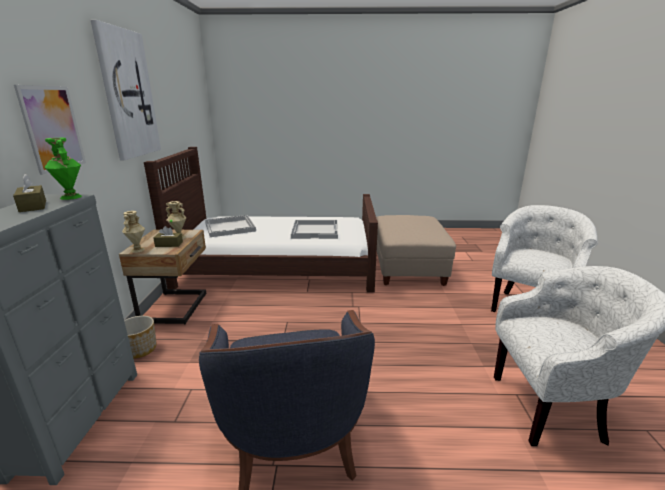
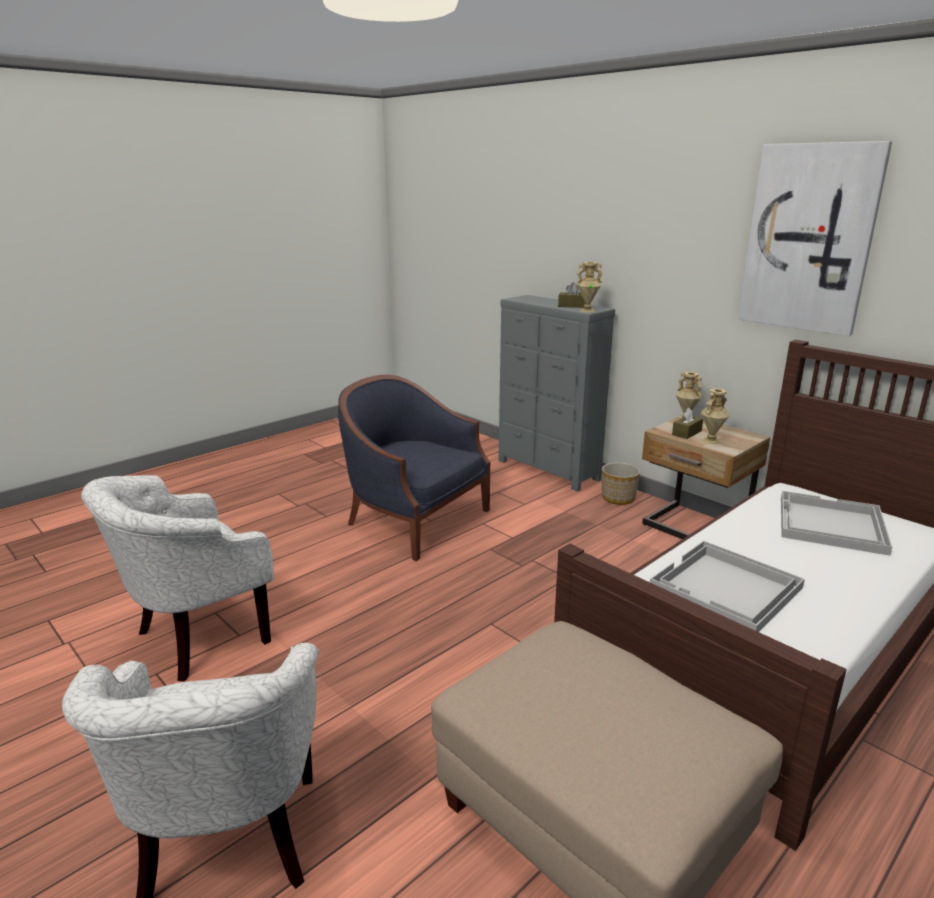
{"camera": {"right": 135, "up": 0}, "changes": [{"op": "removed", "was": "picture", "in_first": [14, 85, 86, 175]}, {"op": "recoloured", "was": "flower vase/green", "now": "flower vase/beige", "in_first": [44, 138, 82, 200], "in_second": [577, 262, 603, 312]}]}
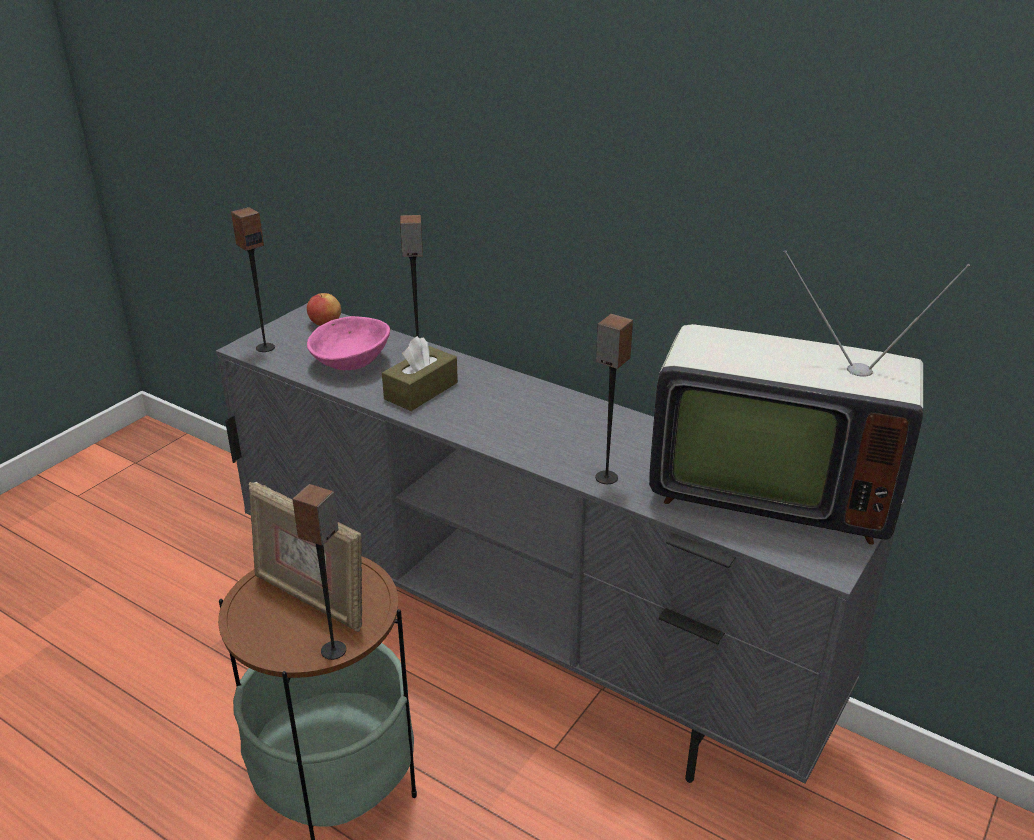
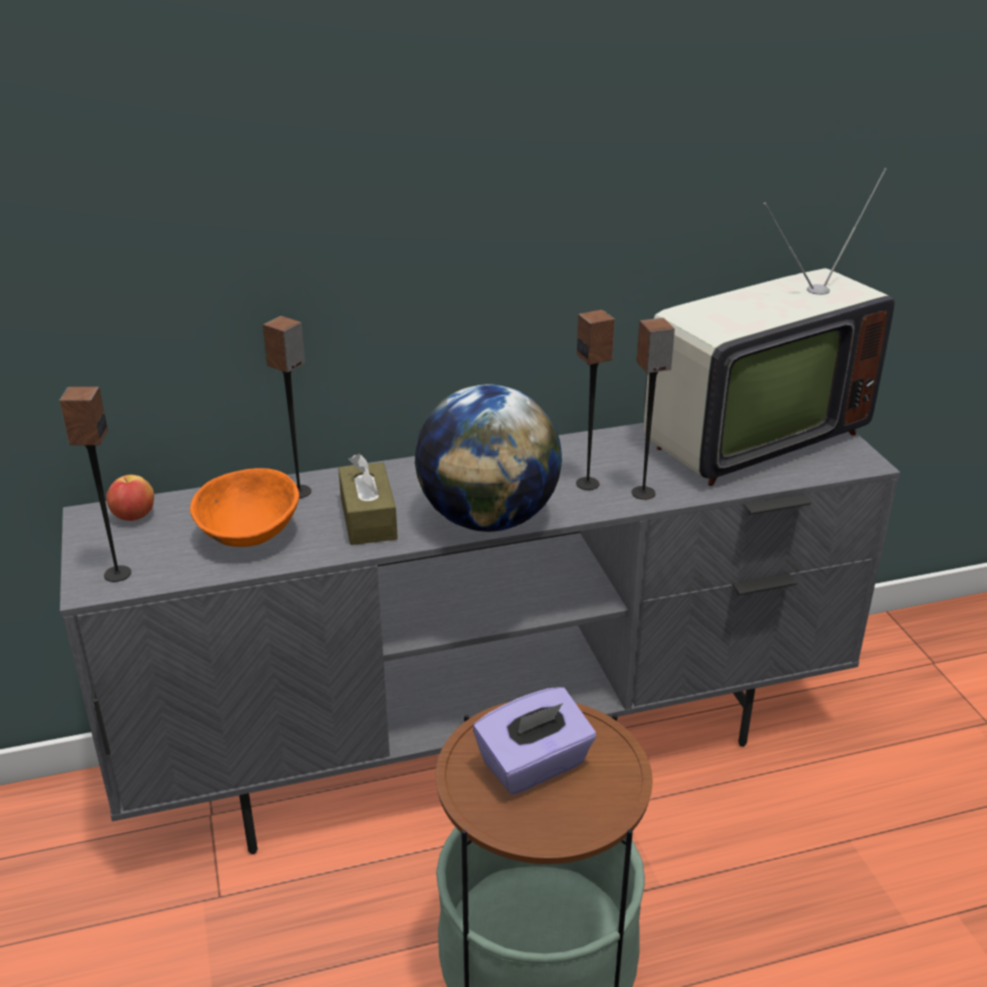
{"camera": {"right": -50, "up": 0}, "changes": [{"op": "recoloured", "was": "bowl/pink", "now": "bowl/orange", "in_first": [307, 316, 390, 370], "in_second": [190, 468, 299, 547]}, {"op": "replaced", "was": "photo frame", "now": "tissue box/purple-coloured", "in_first": [249, 482, 362, 632], "in_second": [473, 687, 596, 795]}, {"op": "moved", "was": "loudspeaker", "in_first": [292, 484, 346, 660], "in_second": [576, 310, 615, 490]}, {"op": "added", "now": "globe", "in_second": [415, 384, 562, 532]}]}
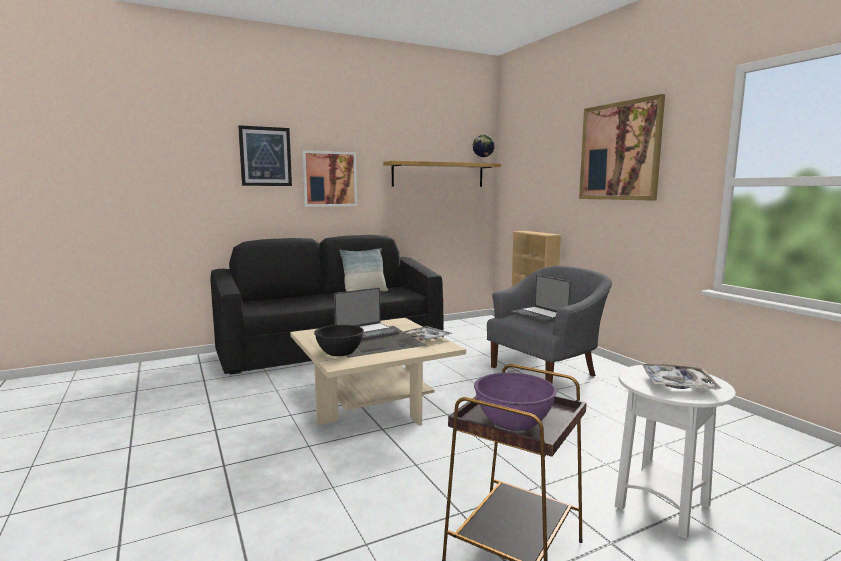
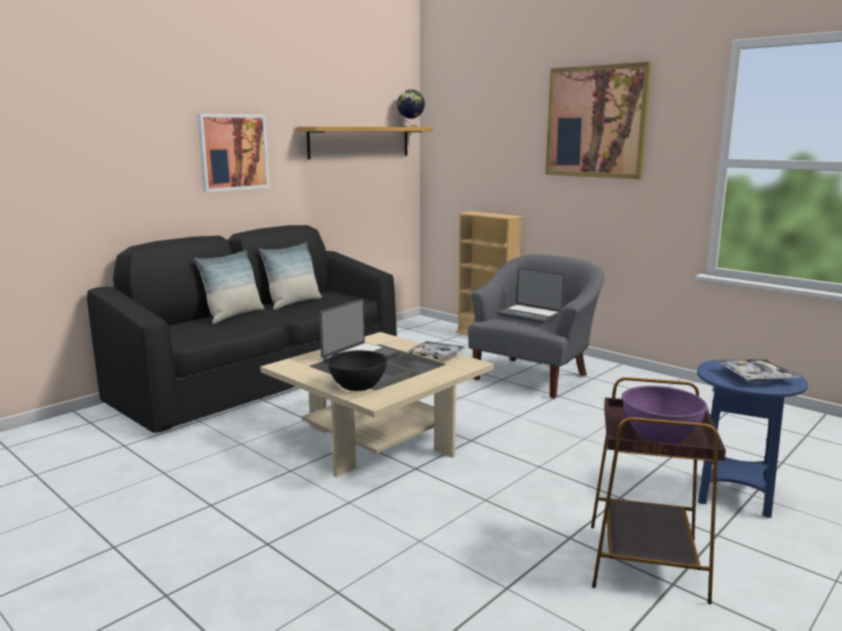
{"camera": {"right": -20, "up": 5}, "changes": [{"op": "removed", "was": "picture", "in_first": [238, 125, 292, 186]}, {"op": "recoloured", "was": "side table/whitish", "now": "side table/bluish", "in_first": [615, 365, 736, 539], "in_second": [697, 359, 808, 518]}, {"op": "added", "now": "throw pillow", "in_second": [195, 250, 264, 324]}]}
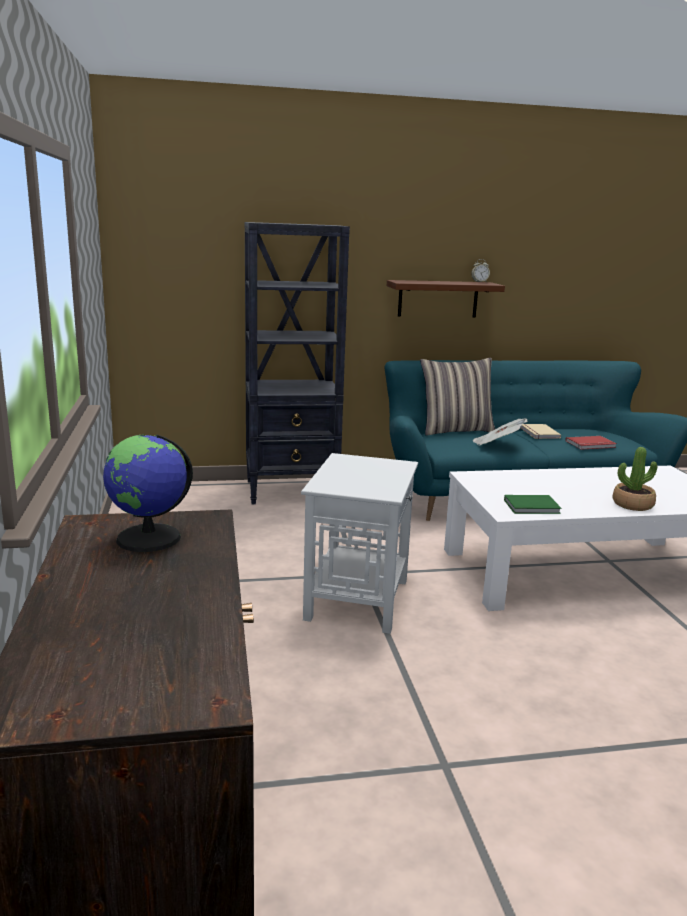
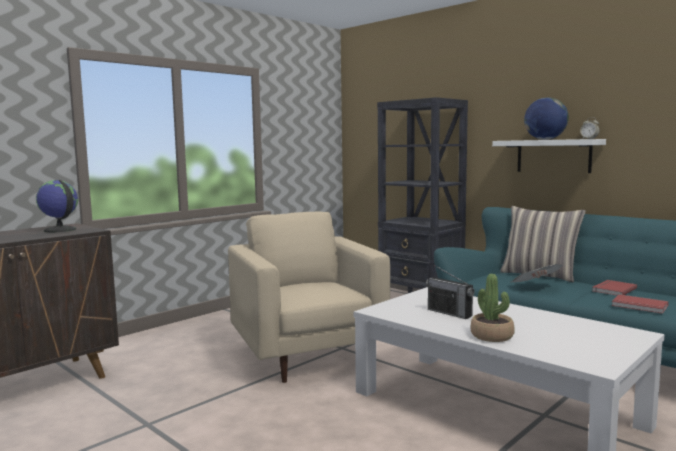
{"camera": {"right": 55, "up": -10}, "changes": [{"op": "recoloured", "was": "wall shelf/brown-coloured", "now": "wall shelf/whitish", "in_first": [387, 280, 505, 318], "in_second": [492, 139, 606, 173]}, {"op": "recoloured", "was": "volume/beige", "now": "volume/red", "in_first": [521, 424, 561, 439], "in_second": [592, 280, 637, 296]}, {"op": "replaced", "was": "side table/whitish", "now": "armchair/beige", "in_first": [301, 453, 418, 634], "in_second": [228, 212, 390, 383]}, {"op": "removed", "was": "volume/green", "in_first": [504, 495, 561, 514]}, {"op": "added", "now": "globe", "in_second": [524, 97, 569, 140]}, {"op": "added", "now": "radio", "in_second": [426, 265, 475, 319]}]}
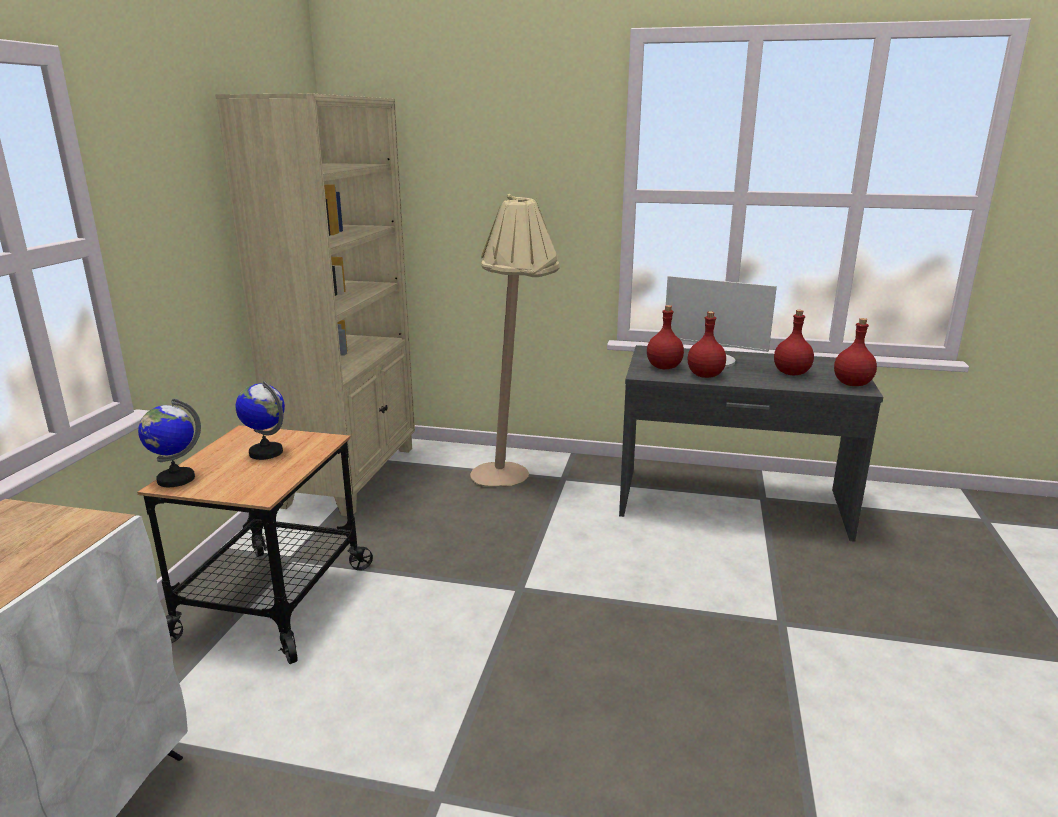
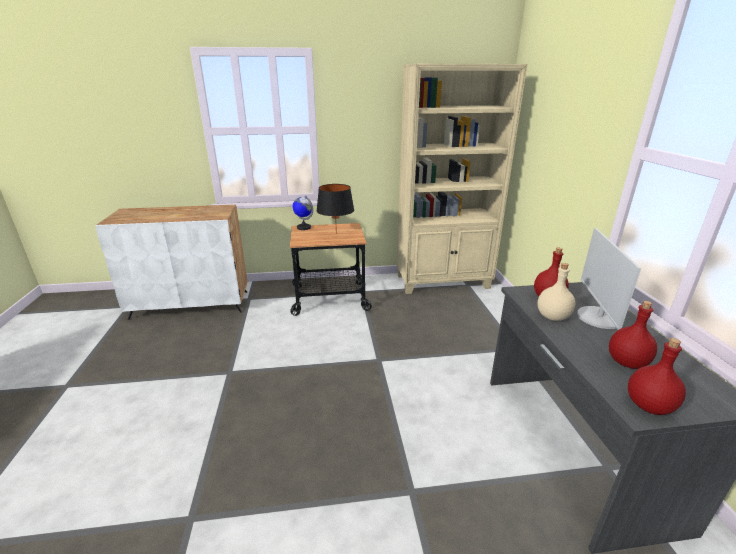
{"camera": {"right": 70, "up": 5}, "changes": [{"op": "removed", "was": "standard lamp/beige", "in_first": [470, 194, 560, 487]}, {"op": "recoloured", "was": "beverage bottle/red", "now": "beverage bottle/beige", "in_first": [688, 311, 726, 378], "in_second": [537, 263, 575, 321]}, {"op": "replaced", "was": "globe", "now": "tabletop lamp/black-coloured", "in_first": [235, 381, 285, 460], "in_second": [316, 184, 354, 234]}]}
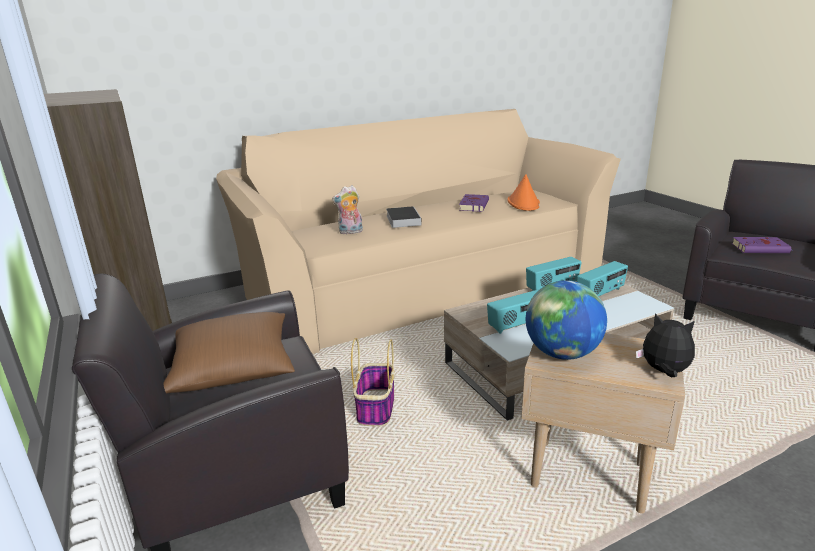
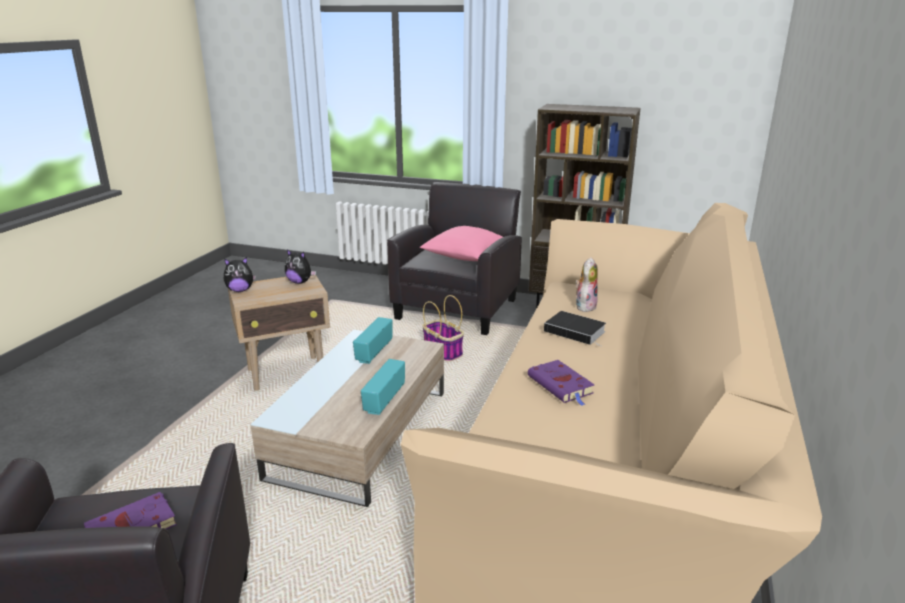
{"camera": {"right": 135, "up": 0}, "changes": [{"op": "removed", "was": "clothing hat/orange", "in_first": [507, 174, 540, 211]}, {"op": "removed", "was": "radio", "in_first": [577, 261, 628, 296]}, {"op": "replaced", "was": "globe", "now": "soft toy", "in_first": [526, 280, 607, 360], "in_second": [285, 249, 316, 284]}, {"op": "recoloured", "was": "throw pillow/brown-coloured", "now": "throw pillow/pink", "in_first": [164, 312, 295, 394], "in_second": [420, 226, 503, 261]}]}
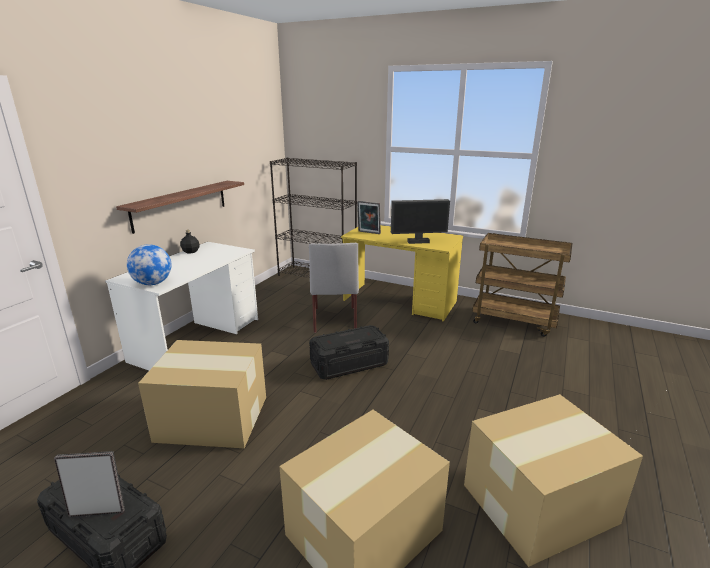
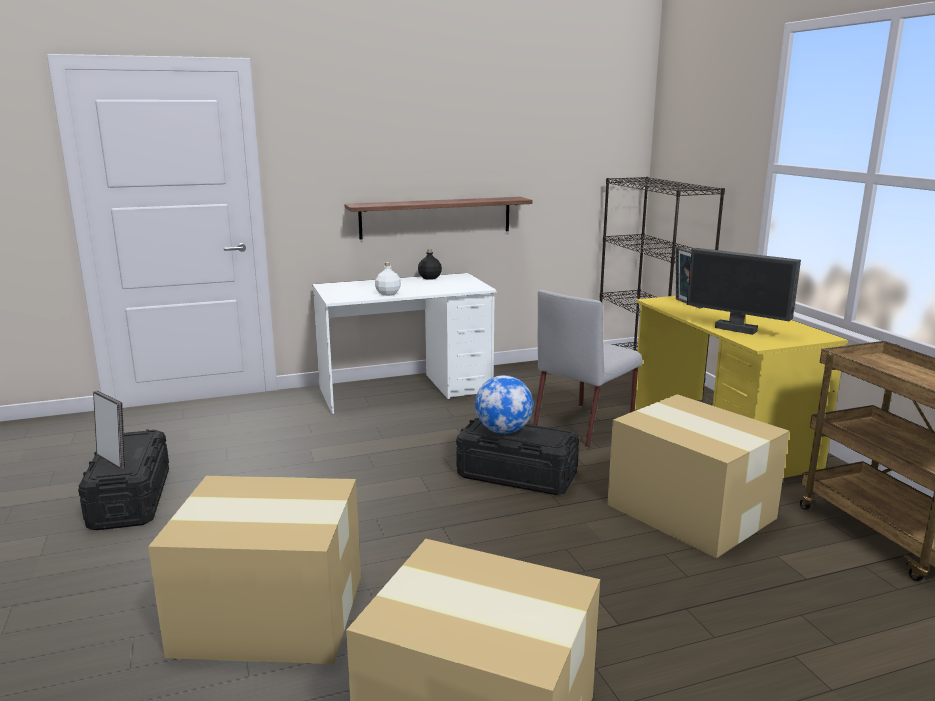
{"camera": {"right": 45, "up": -5}, "changes": [{"op": "moved", "was": "globe", "in_first": [127, 244, 172, 285], "in_second": [475, 375, 533, 434]}, {"op": "moved", "was": "carton", "in_first": [138, 340, 266, 448], "in_second": [607, 394, 790, 558]}, {"op": "added", "now": "beverage bottle/whitish", "in_second": [375, 262, 401, 296]}]}
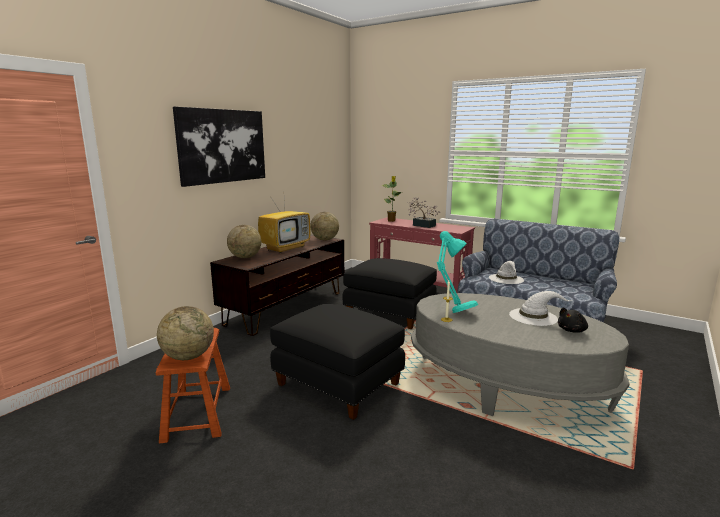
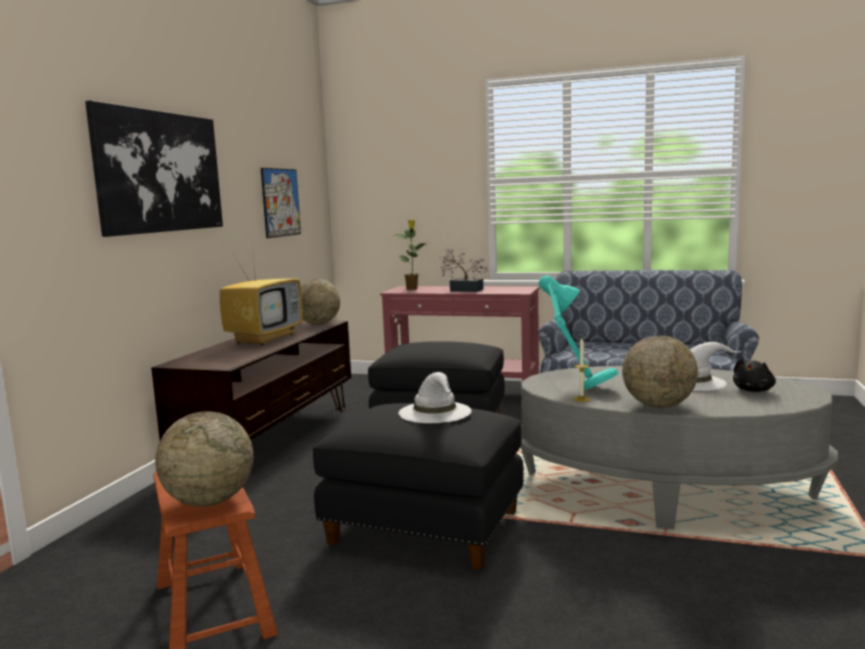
{"camera": {"right": -15, "up": -5}, "changes": [{"op": "moved", "was": "globe", "in_first": [227, 225, 261, 258], "in_second": [622, 336, 698, 408]}, {"op": "moved", "was": "clothing hat/whitish", "in_first": [489, 261, 524, 284], "in_second": [398, 372, 472, 423]}, {"op": "added", "now": "picture", "in_second": [261, 168, 301, 238]}]}
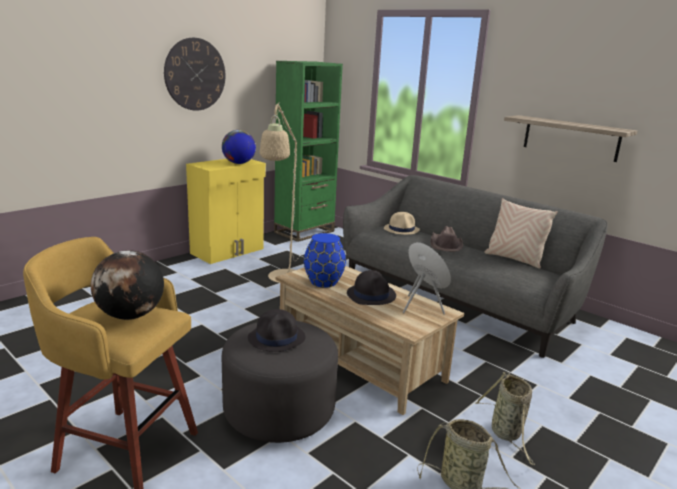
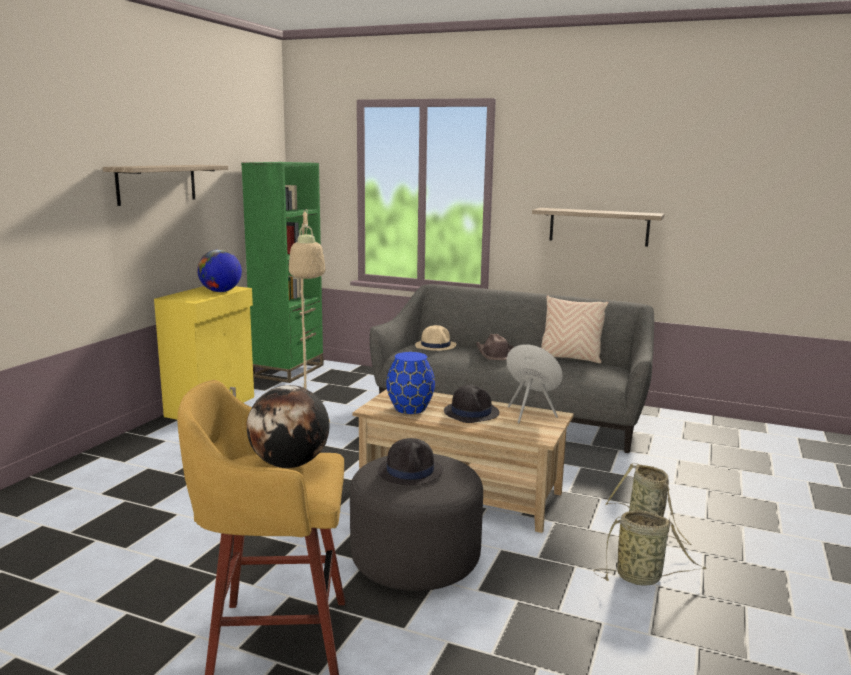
{"camera": {"right": -20, "up": -5}, "changes": [{"op": "replaced", "was": "clock on the wall", "now": "wall shelf", "in_first": [164, 38, 225, 111], "in_second": [103, 165, 228, 206]}]}
